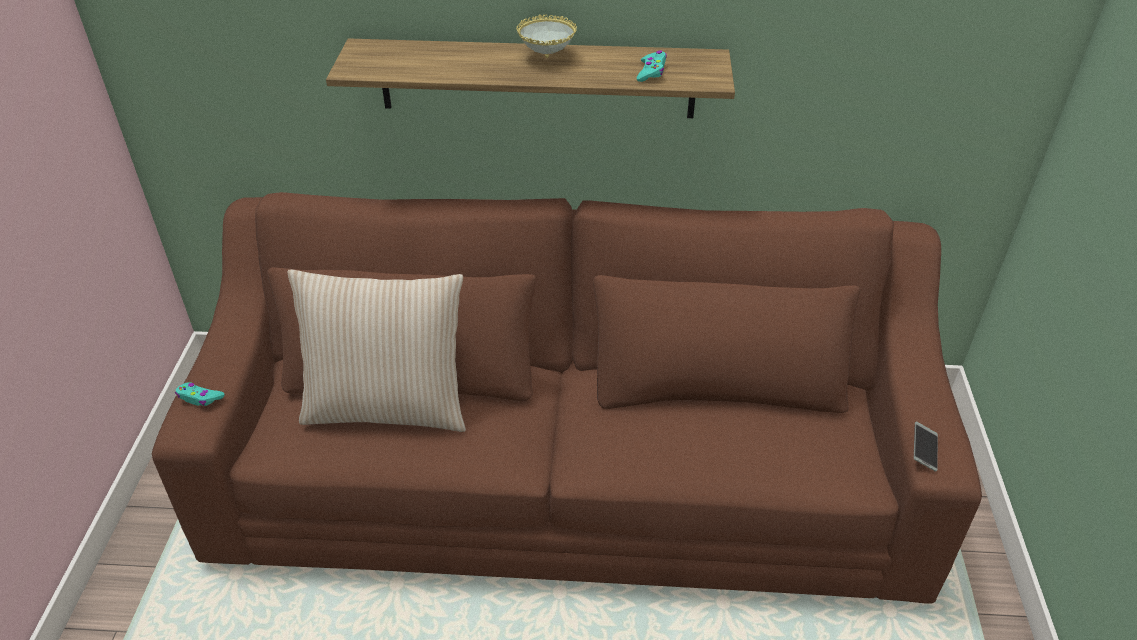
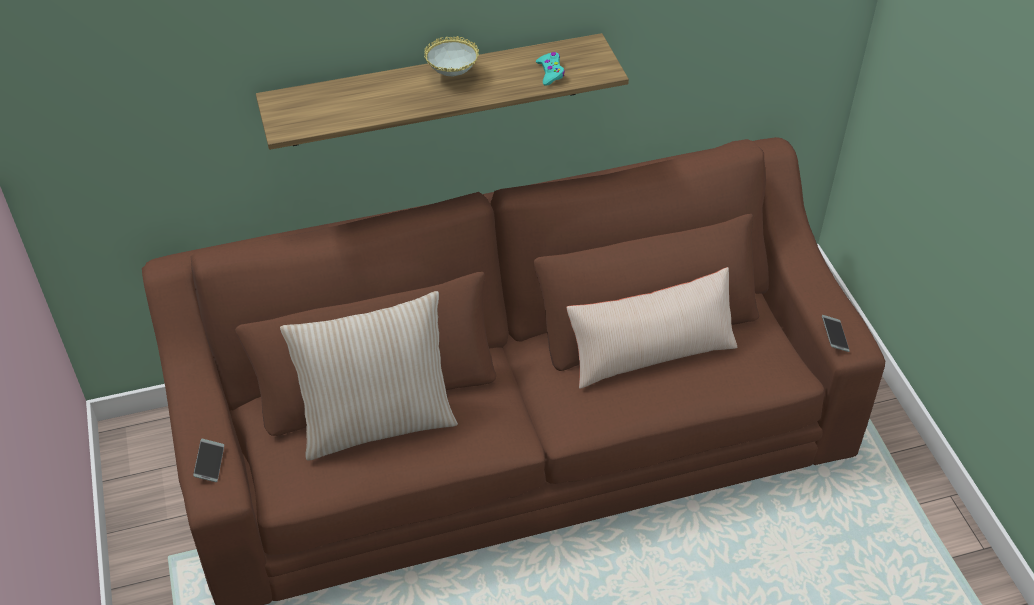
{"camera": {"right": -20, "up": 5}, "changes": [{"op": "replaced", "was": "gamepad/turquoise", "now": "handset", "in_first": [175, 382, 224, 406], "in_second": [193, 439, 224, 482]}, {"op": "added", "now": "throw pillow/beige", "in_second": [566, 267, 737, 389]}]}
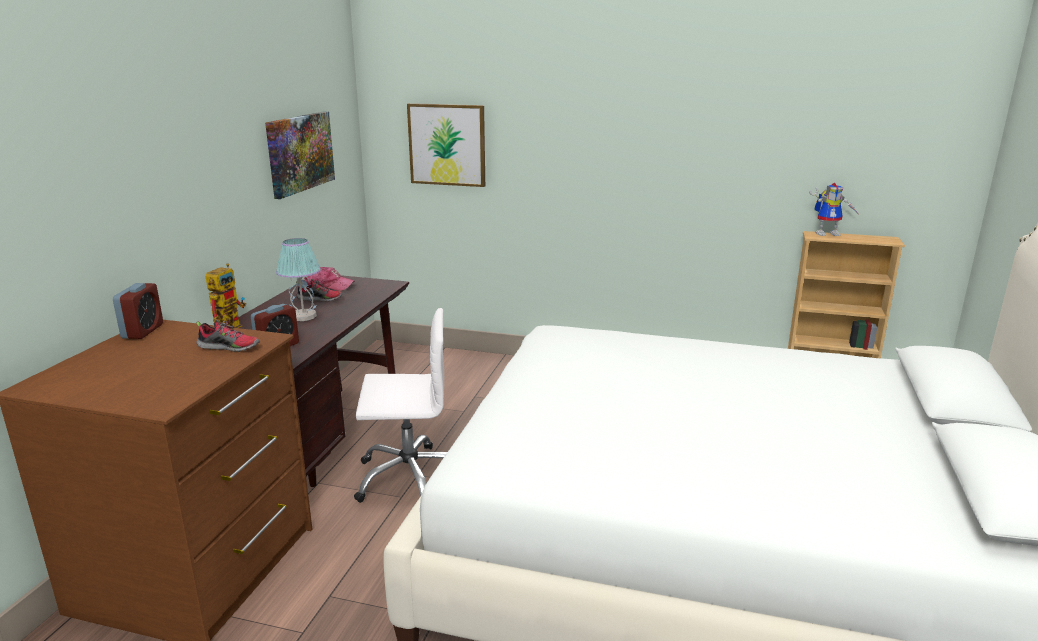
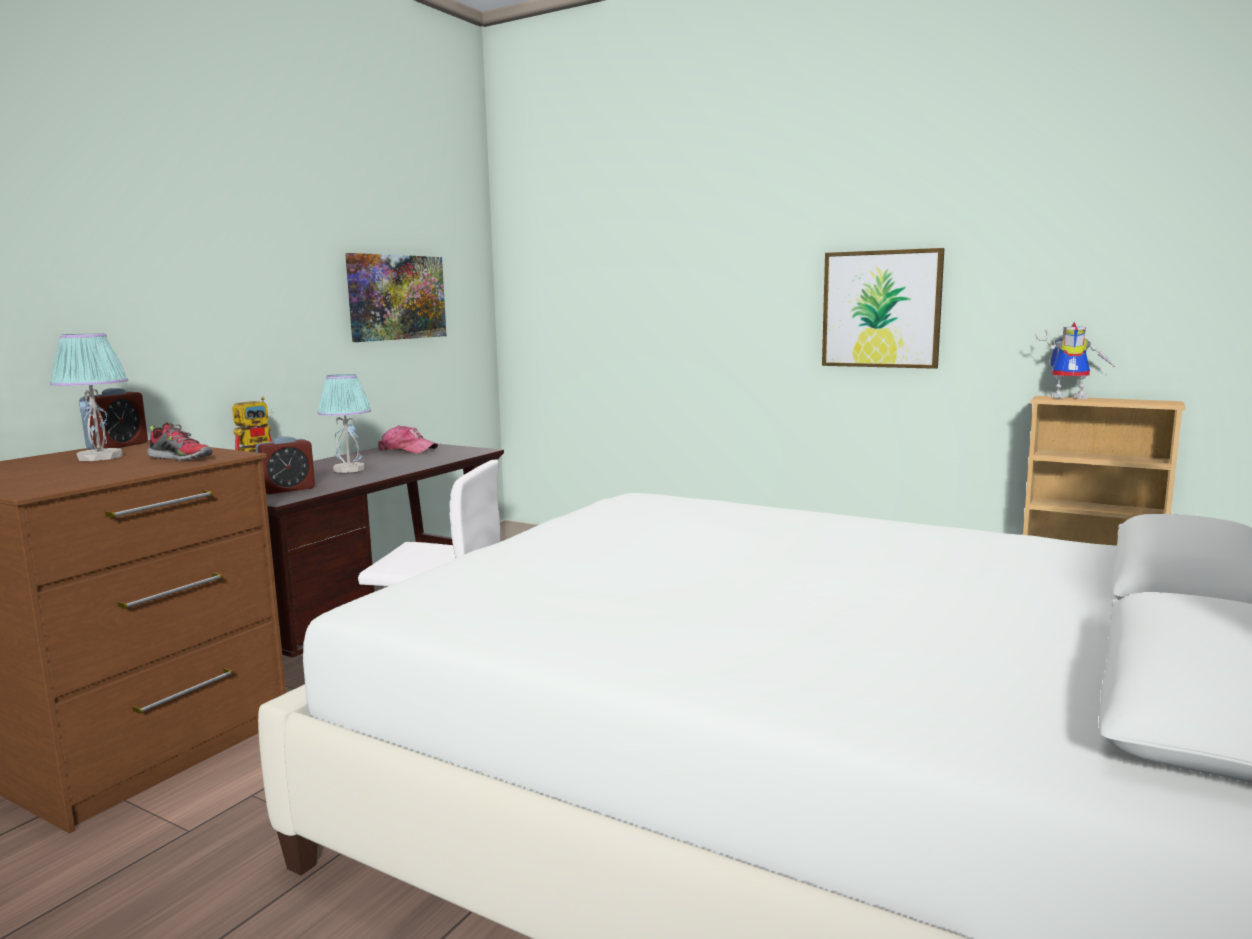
{"camera": {"right": 15, "up": -10}, "changes": [{"op": "moved", "was": "picture", "in_first": [407, 103, 485, 187], "in_second": [822, 248, 944, 369]}, {"op": "removed", "was": "low shoe", "in_first": [296, 279, 343, 302]}, {"op": "added", "now": "tabletop lamp", "in_second": [50, 333, 128, 461]}]}
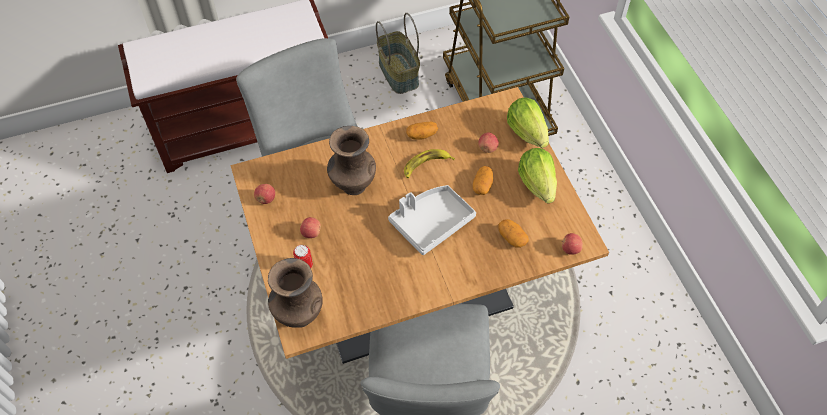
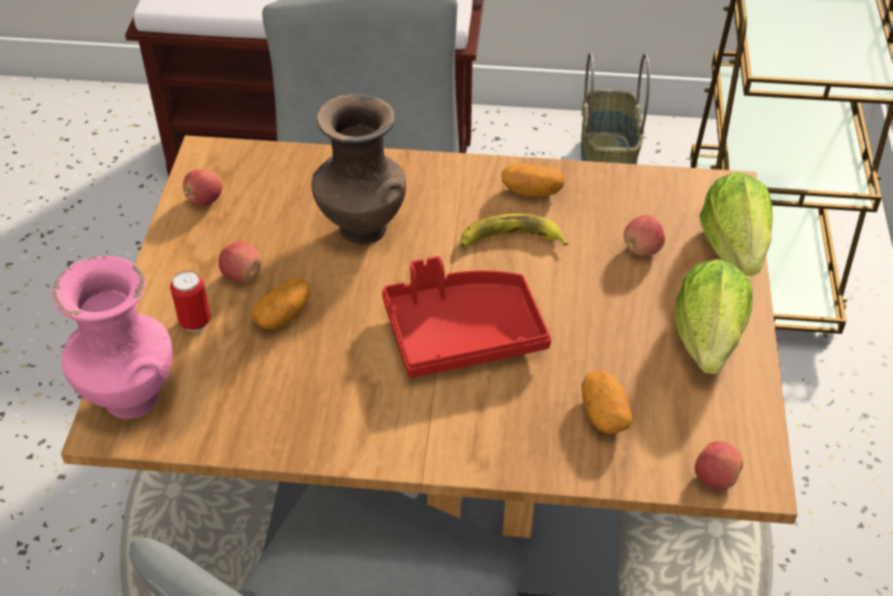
{"camera": {"right": 25, "up": -10}, "changes": [{"op": "moved", "was": "spud", "in_first": [473, 166, 493, 195], "in_second": [252, 278, 311, 329]}, {"op": "recoloured", "was": "serving tray/gray", "now": "serving tray/red", "in_first": [388, 185, 476, 255], "in_second": [382, 256, 551, 378]}, {"op": "recoloured", "was": "flower vase/brown-coloured", "now": "flower vase/pink", "in_first": [268, 258, 323, 328], "in_second": [52, 256, 173, 419]}]}
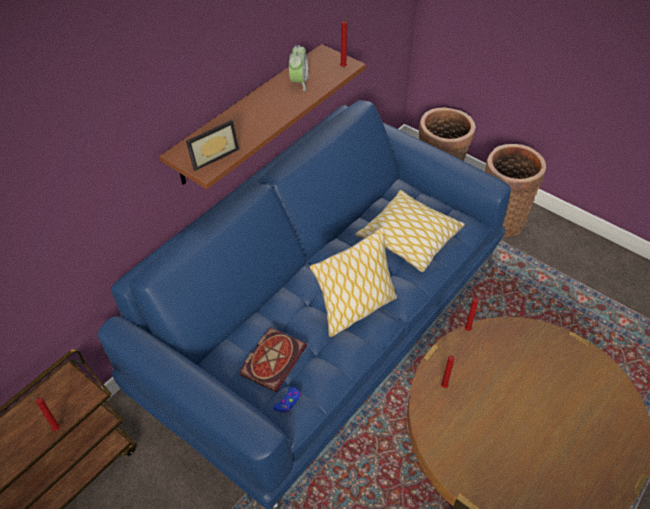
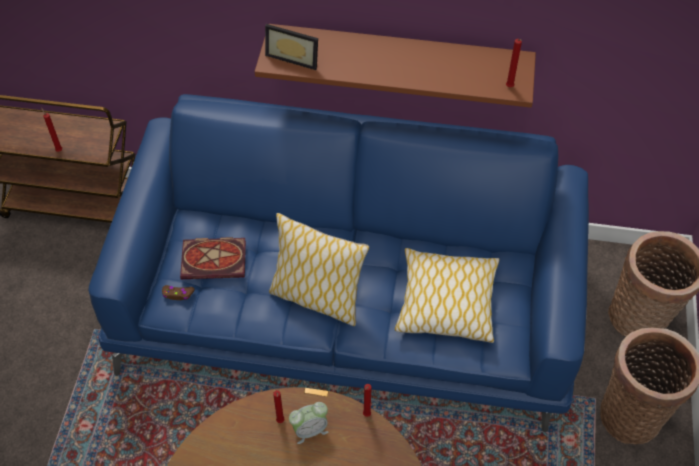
{"camera": {"right": 60, "up": 5}, "changes": [{"op": "moved", "was": "bedside clock", "in_first": [289, 45, 309, 91], "in_second": [289, 402, 328, 444]}, {"op": "recoloured", "was": "gamepad/bluish", "now": "gamepad/brown-coloured", "in_first": [273, 387, 301, 412], "in_second": [162, 285, 195, 300]}]}
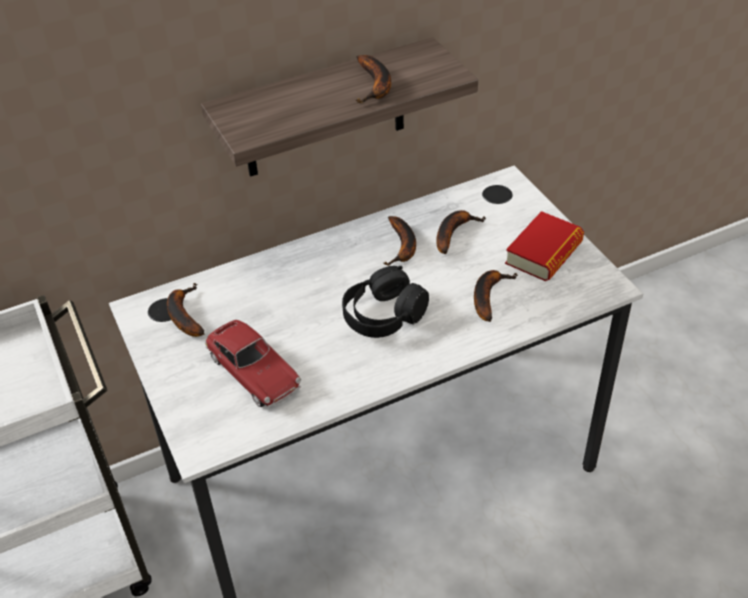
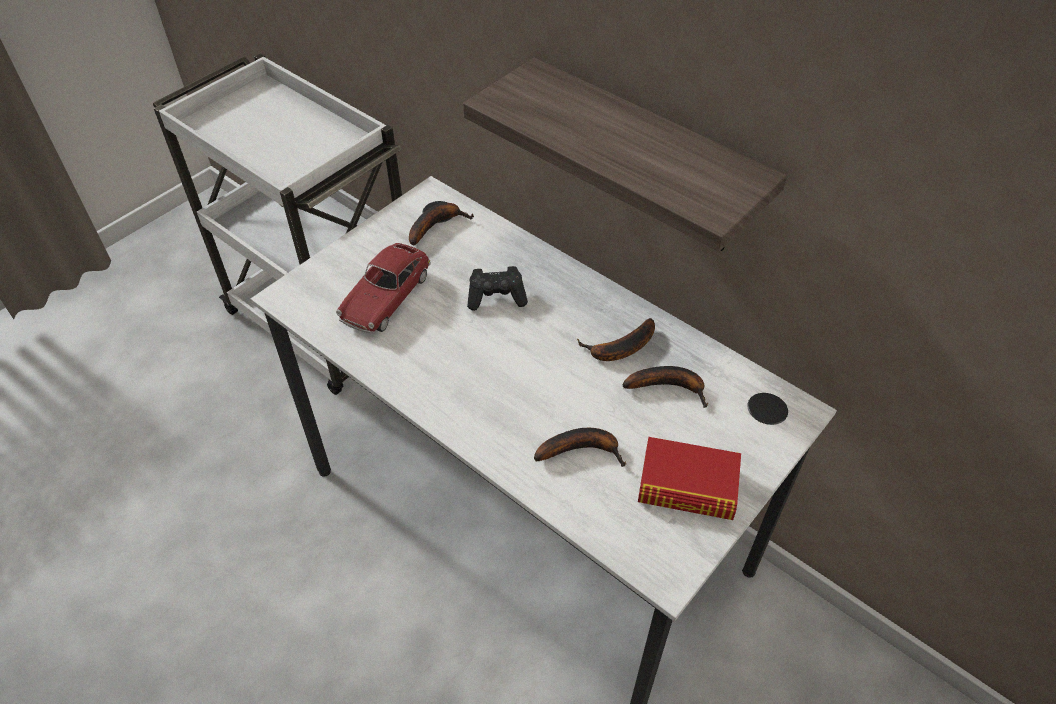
{"camera": {"right": 65, "up": 5}, "changes": [{"op": "removed", "was": "whole banana", "in_first": [356, 55, 391, 103]}, {"op": "removed", "was": "headphones/black-coloured", "in_first": [342, 266, 429, 338]}, {"op": "added", "now": "gamepad/black-coloured", "in_second": [467, 266, 528, 311]}]}
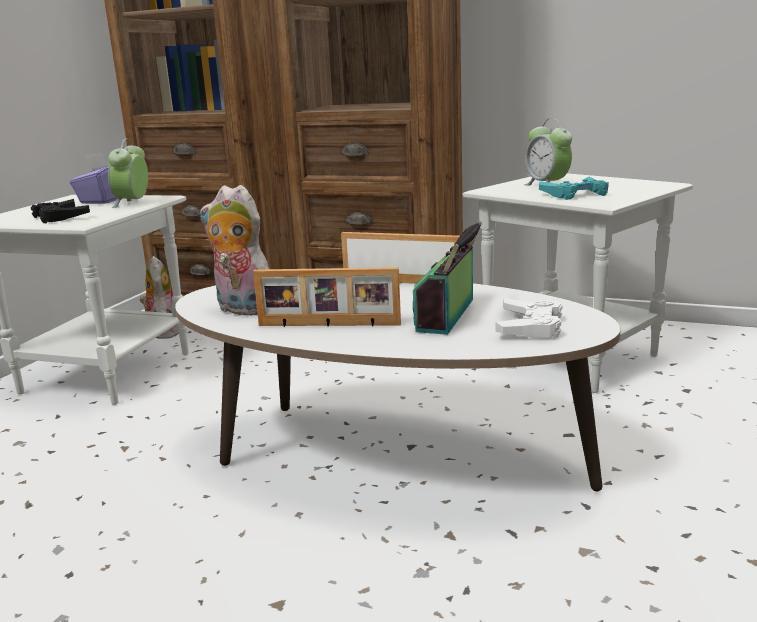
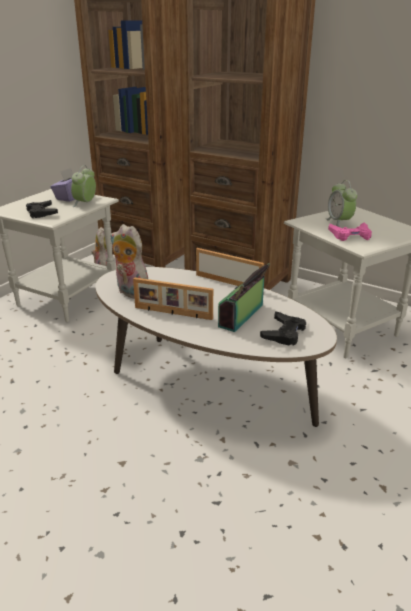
{"camera": {"right": 10, "up": 10}, "changes": [{"op": "recoloured", "was": "gamepad/turquoise", "now": "gamepad/pink", "in_first": [539, 176, 609, 200], "in_second": [328, 223, 372, 241]}, {"op": "recoloured", "was": "gamepad/whitish", "now": "gamepad/black-coloured", "in_first": [496, 298, 562, 339], "in_second": [260, 311, 306, 346]}]}
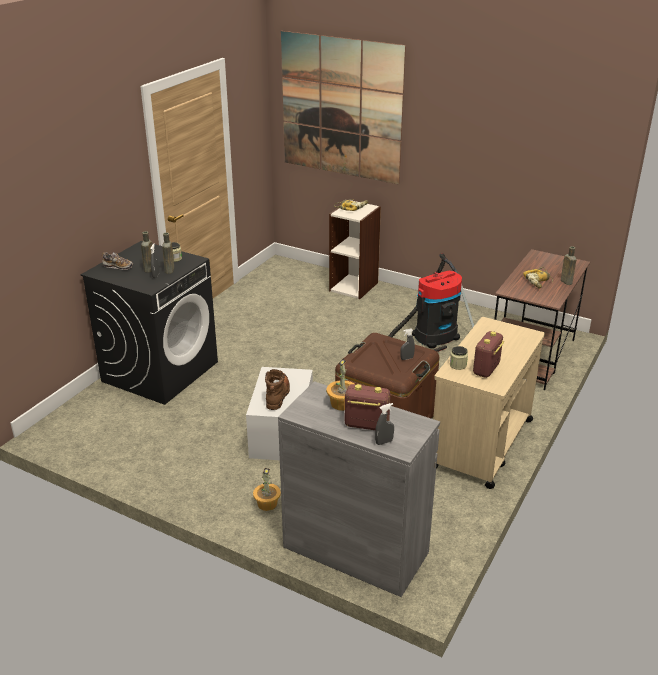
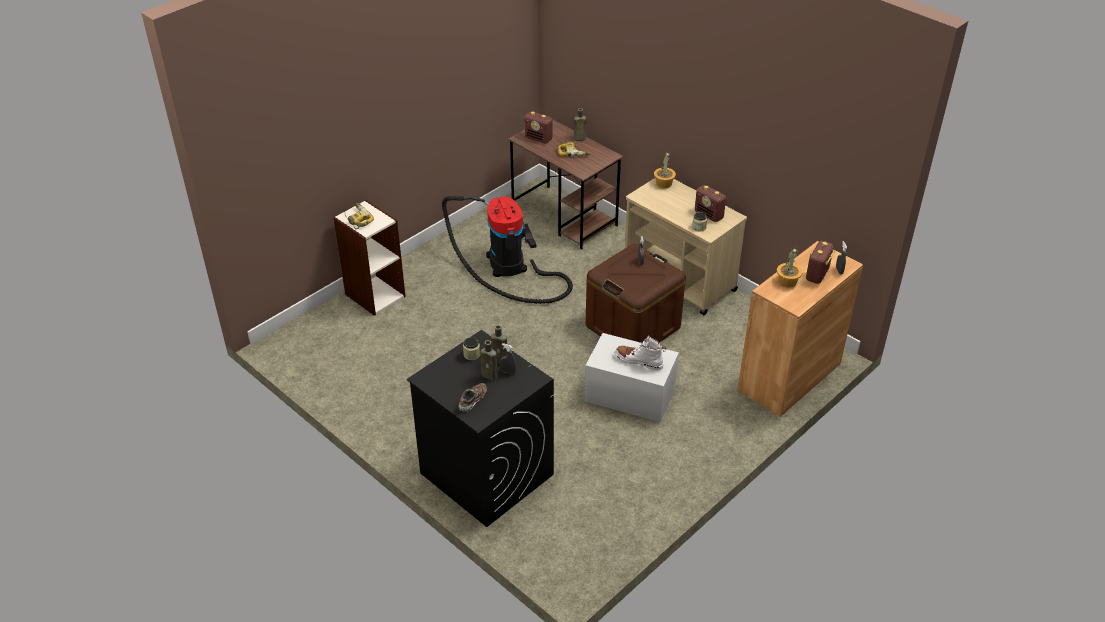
{"camera": {"right": -75, "up": 10}, "changes": [{"op": "removed", "was": "picture", "in_first": [281, 31, 406, 184]}, {"op": "recoloured", "was": "tall boot/brown-coloured", "now": "tall boot/whitish", "in_first": [265, 369, 290, 410], "in_second": [614, 335, 667, 371]}, {"op": "recoloured", "was": "storage cabinet/gray", "now": "storage cabinet/brown-coloured", "in_first": [278, 381, 440, 597], "in_second": [737, 241, 863, 417]}, {"op": "moved", "was": "houseplant", "in_first": [253, 468, 281, 511], "in_second": [654, 151, 676, 188]}, {"op": "added", "now": "radio", "in_second": [524, 111, 552, 144]}]}
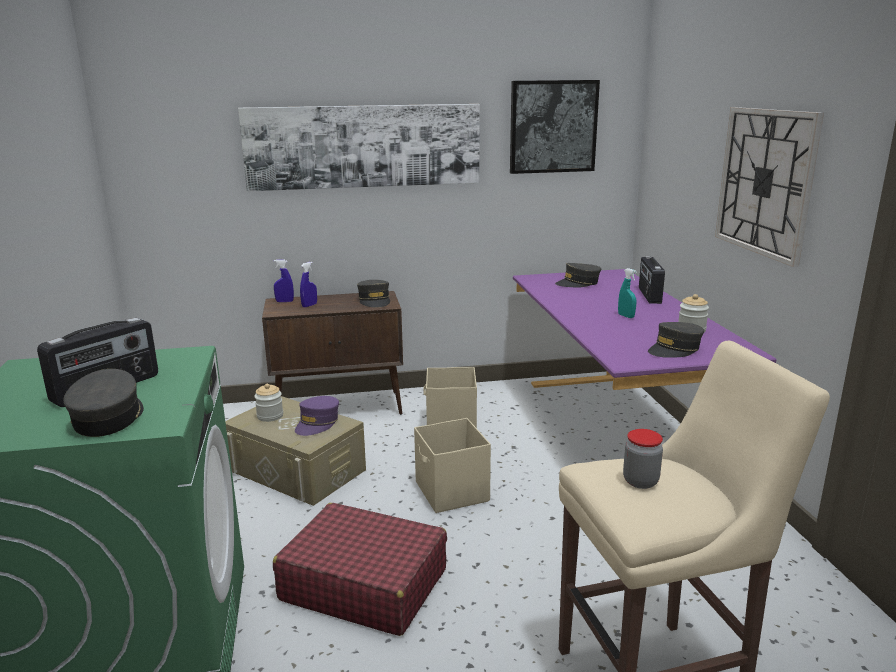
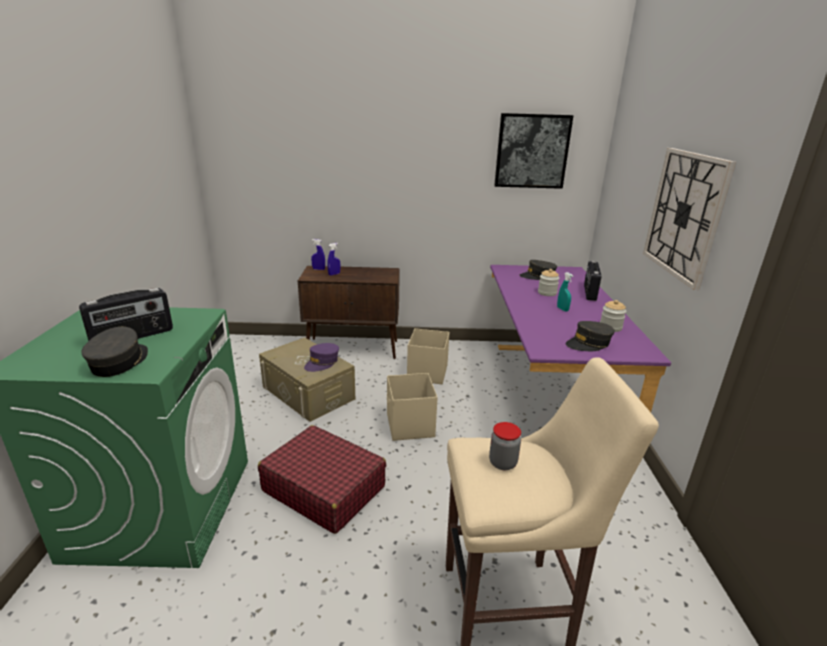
{"camera": {"right": 10, "up": 5}, "changes": [{"op": "removed", "was": "picture", "in_first": [238, 104, 480, 191]}, {"op": "removed", "was": "baseball cap/gray", "in_first": [357, 280, 390, 307]}, {"op": "moved", "was": "storage jar", "in_first": [254, 384, 283, 422], "in_second": [538, 269, 559, 296]}]}
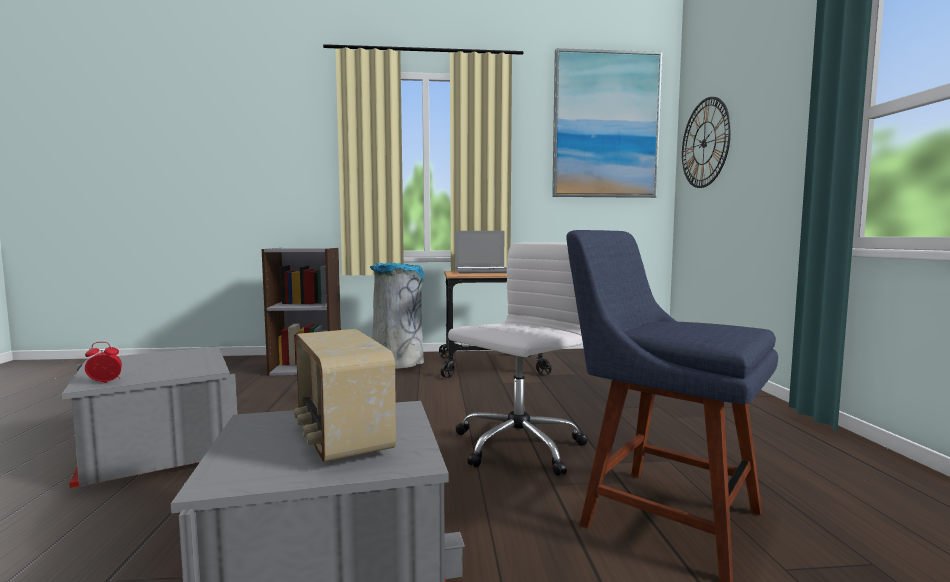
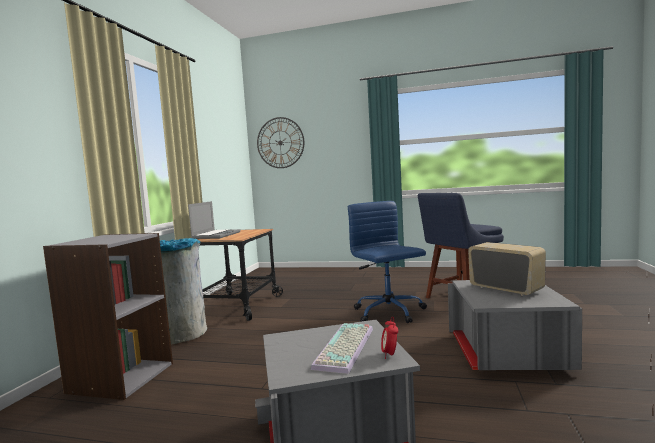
{"camera": {"right": -70, "up": 0}, "changes": [{"op": "removed", "was": "picture", "in_first": [552, 48, 662, 198]}, {"op": "recoloured", "was": "office chair/whitish", "now": "office chair/bluish", "in_first": [448, 242, 588, 476], "in_second": [348, 201, 427, 323]}, {"op": "turned", "was": "radio", "in_first": [294, 329, 396, 463], "in_second": [468, 242, 546, 296], "clockwise": -120}, {"op": "added", "now": "PC keyboard", "in_second": [311, 323, 373, 374]}]}
